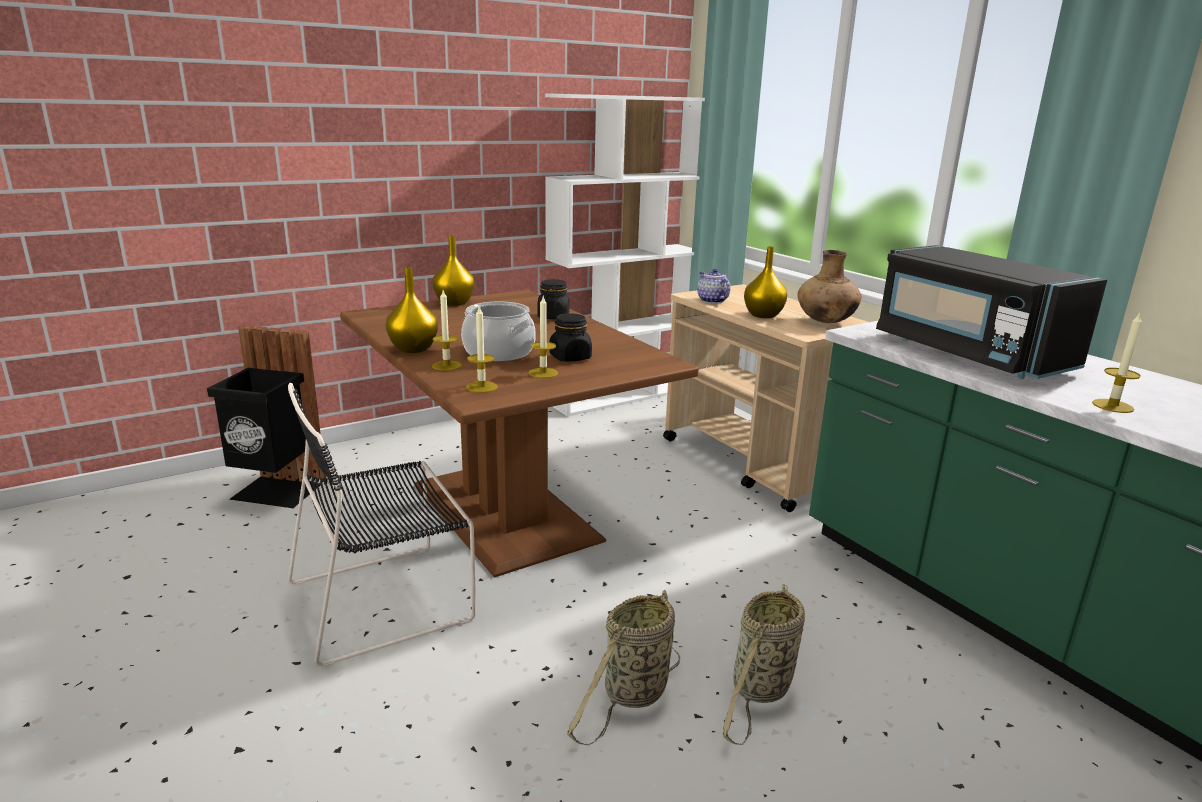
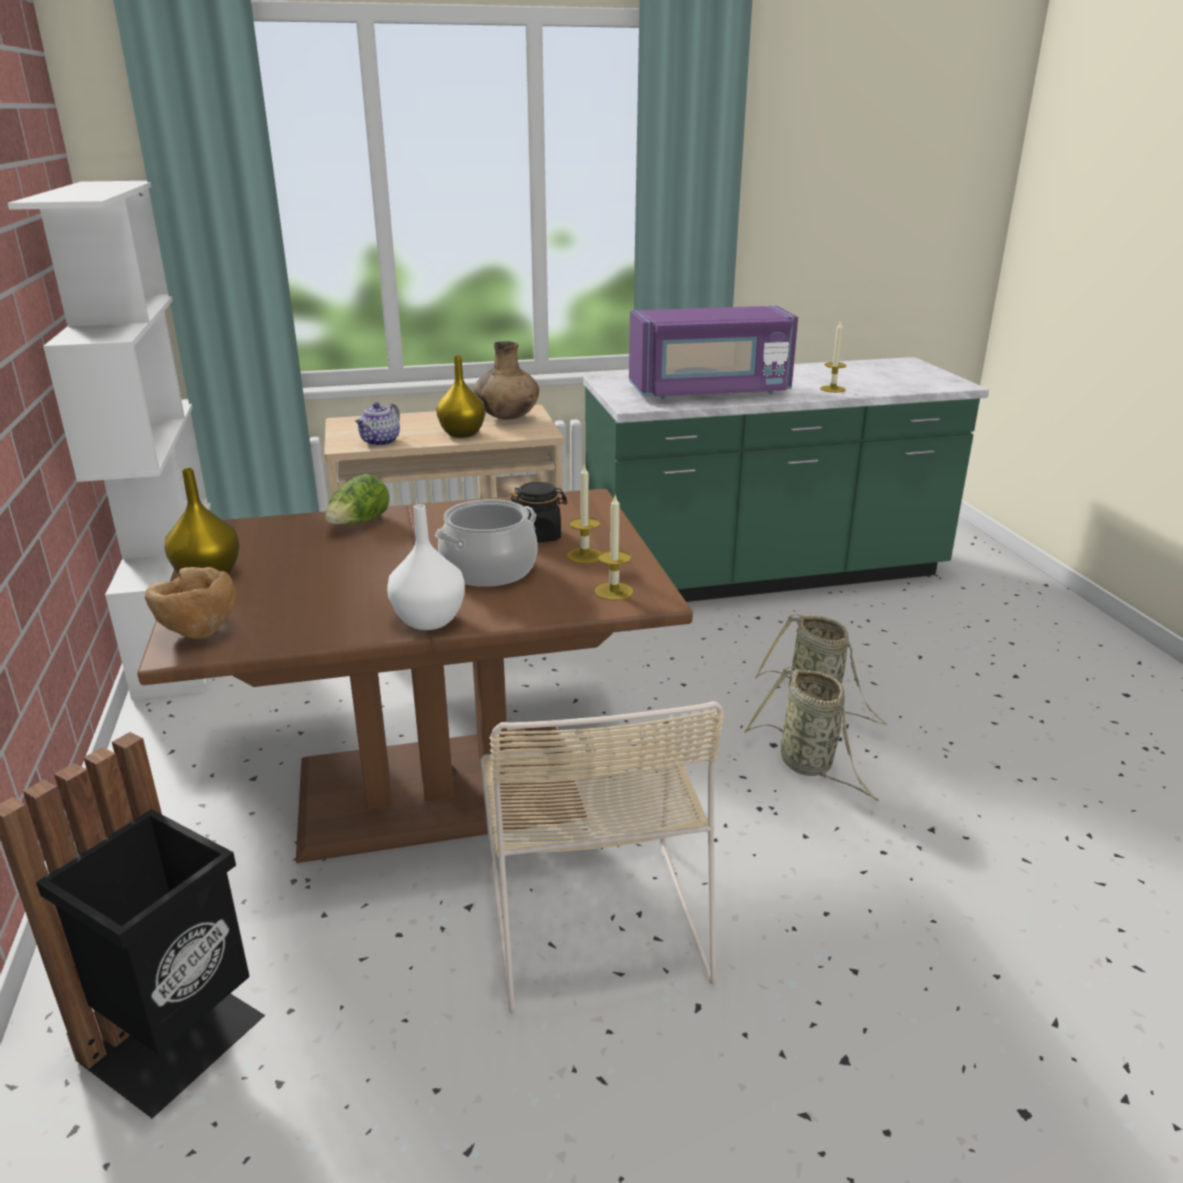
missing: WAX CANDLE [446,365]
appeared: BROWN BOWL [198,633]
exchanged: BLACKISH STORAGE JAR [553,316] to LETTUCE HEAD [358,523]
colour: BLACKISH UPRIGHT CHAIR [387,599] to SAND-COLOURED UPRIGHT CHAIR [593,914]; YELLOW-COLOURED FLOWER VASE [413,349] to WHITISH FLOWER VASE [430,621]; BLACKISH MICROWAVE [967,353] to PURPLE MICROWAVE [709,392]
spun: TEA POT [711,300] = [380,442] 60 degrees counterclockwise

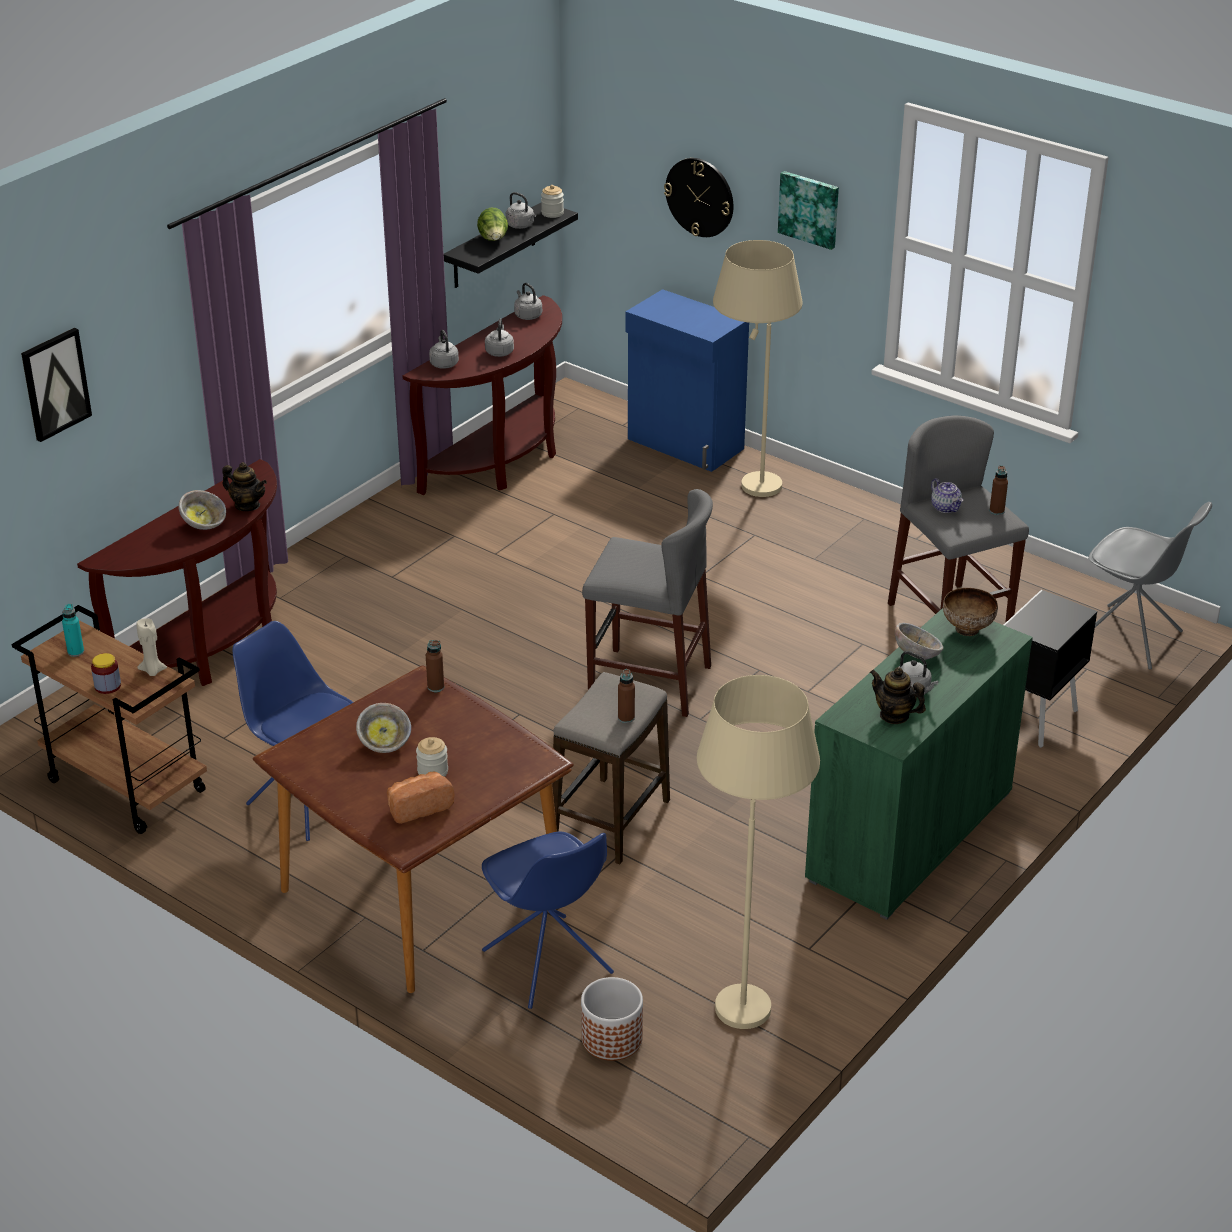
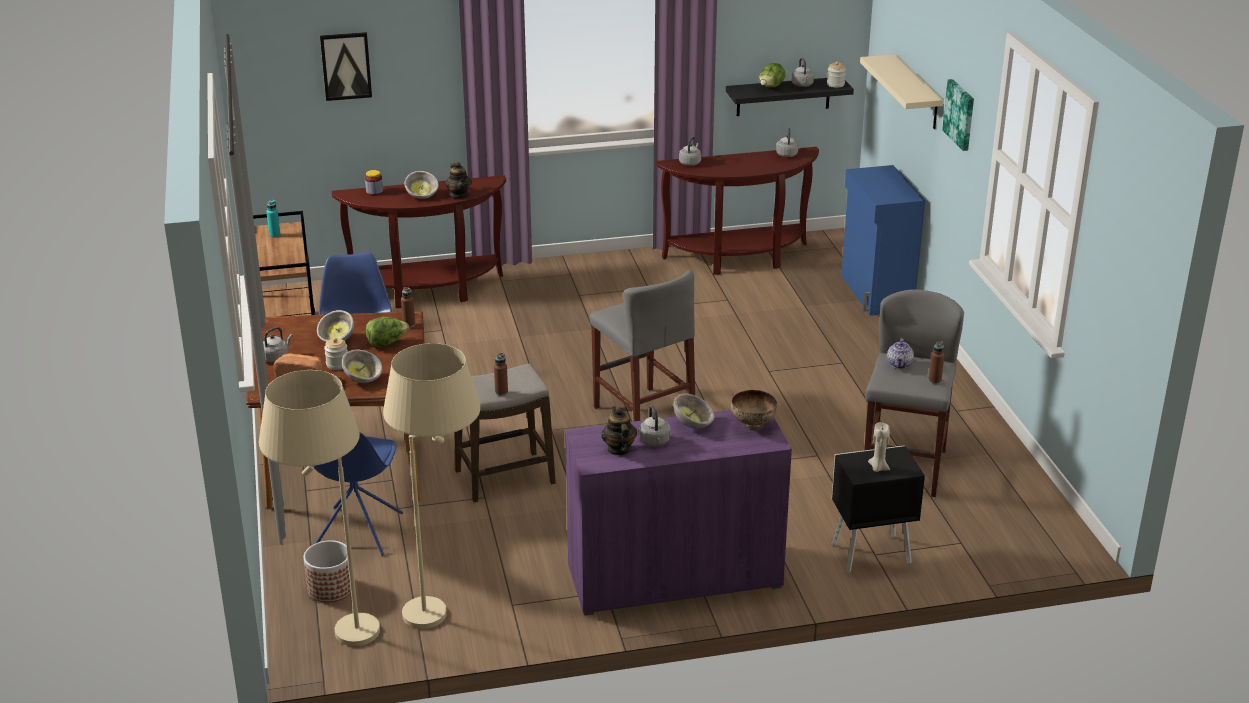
missing: GREYISH UPRIGHT CHAIR [1131,638]
appeared: BOWL [363,379]; LETTUCE HEAD [387,343]
relocated: STORAGE JAR [108,686] to [374,192]; SAND-COLOURED WAX CANDLE [152,671] to [878,468]; GREYISH KETTLE [499,351] to [276,357]; SAND-COLOURED STANDARD LAMP [749,496] to [332,636]
exchanged: WALL CLOCK [700,197] to SAND-COLOURED BRACKET SHELF [917,93]
colour: GREEN STORAGE CABINET [909,835] to PURPLE STORAGE CABINET [674,577]

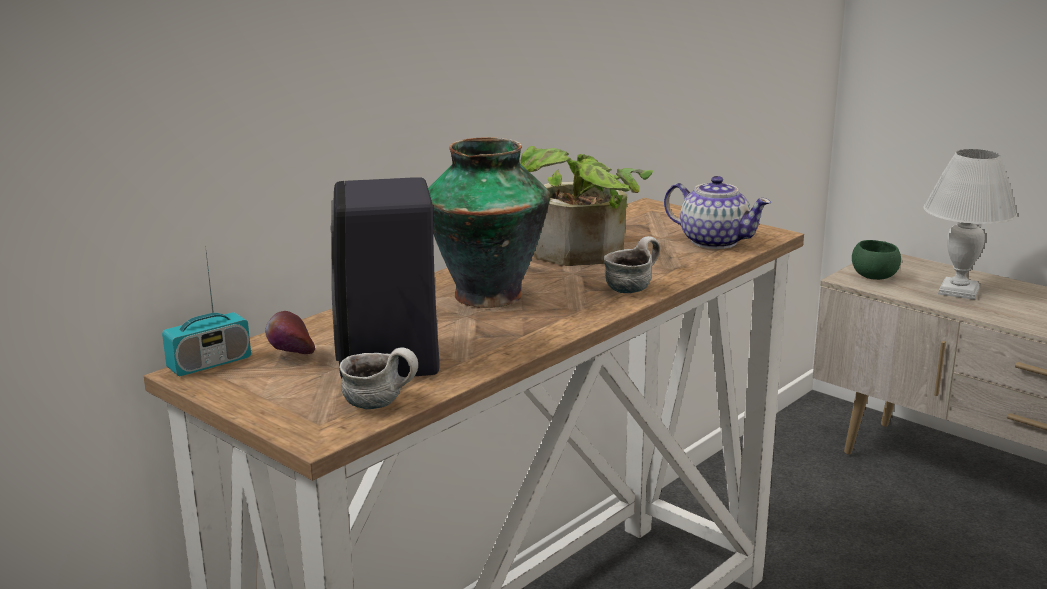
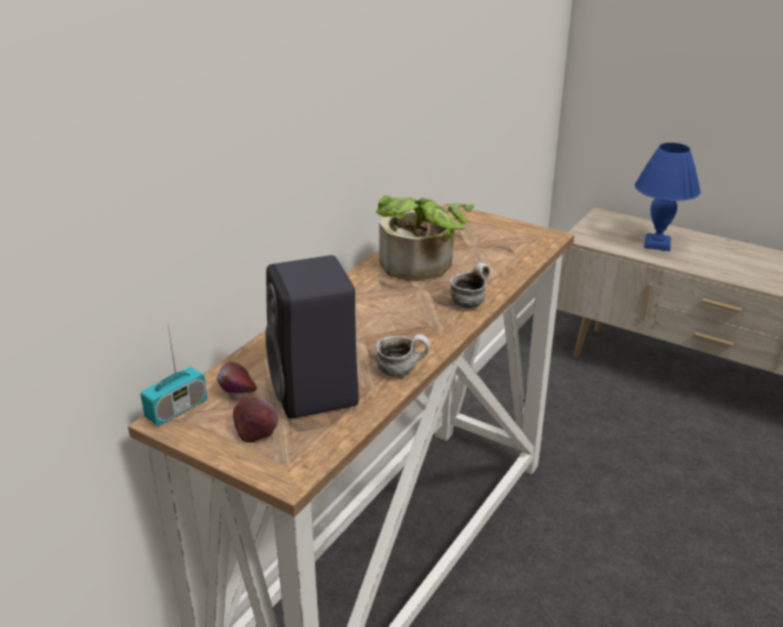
missing: FLOWER VASE [486,294]; TEA POT [713,241]; GREEN BOWL [874,277]
appeared: WHOLE APPLE [257,433]
relocated: TEA MUG [381,404] to [402,370]
colour: WHITISH TABLETOP LAMP [959,291] to BLUISH TABLETOP LAMP [658,244]

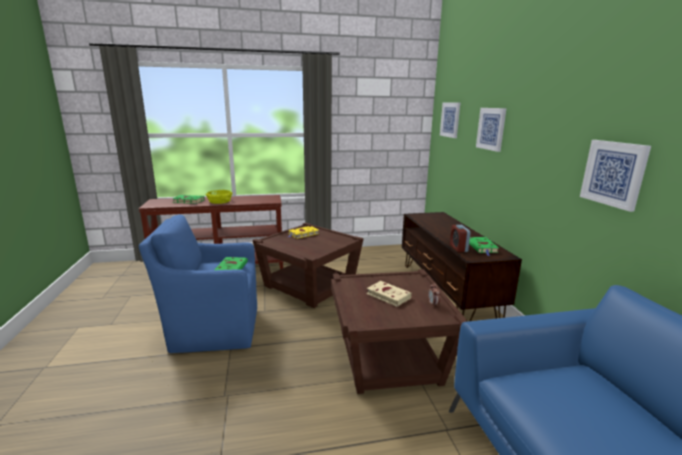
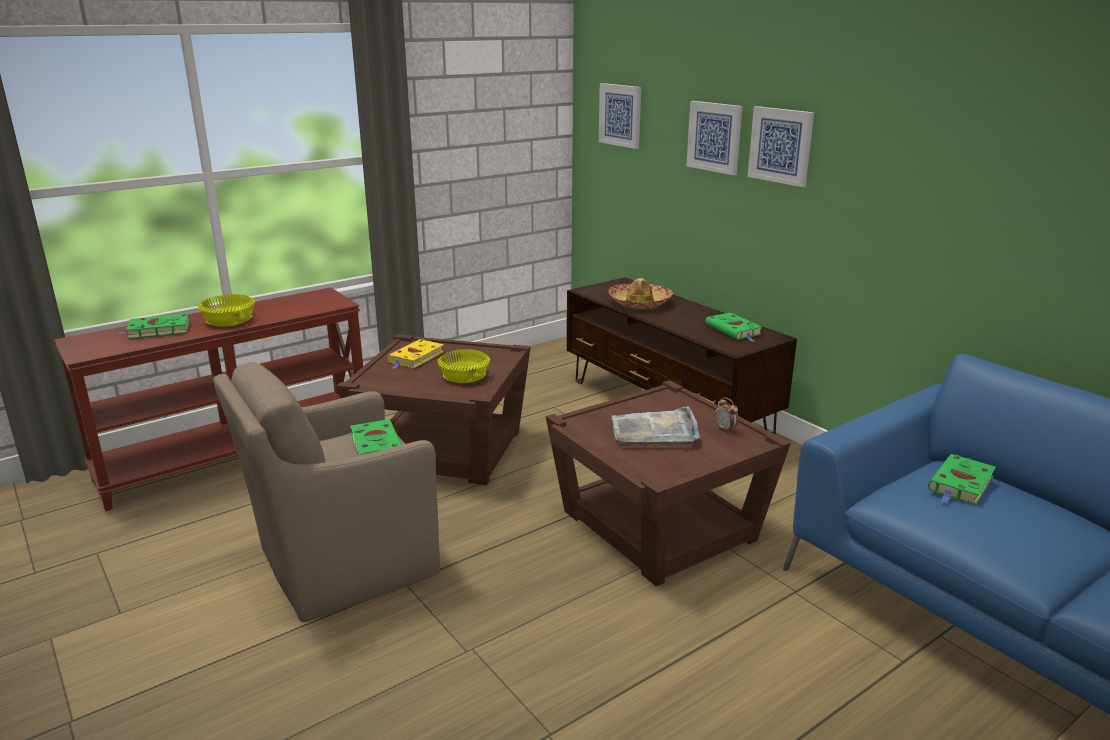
missing: TABLE CLOCK [458,248]
appeared: YELLOW-COLOURED BOWL [465,375]; CLOTHING HAT [640,303]; GREEN VOLUME [961,484]
relocated: WALL ART [613,173] to [781,145]
exchanged: SAND-COLOURED VOLUME [387,295] to GREYISH SERVING TRAY [654,431]
colour: BLUISH EASY CHAIR [213,329] to BROWN EASY CHAIR [342,564]

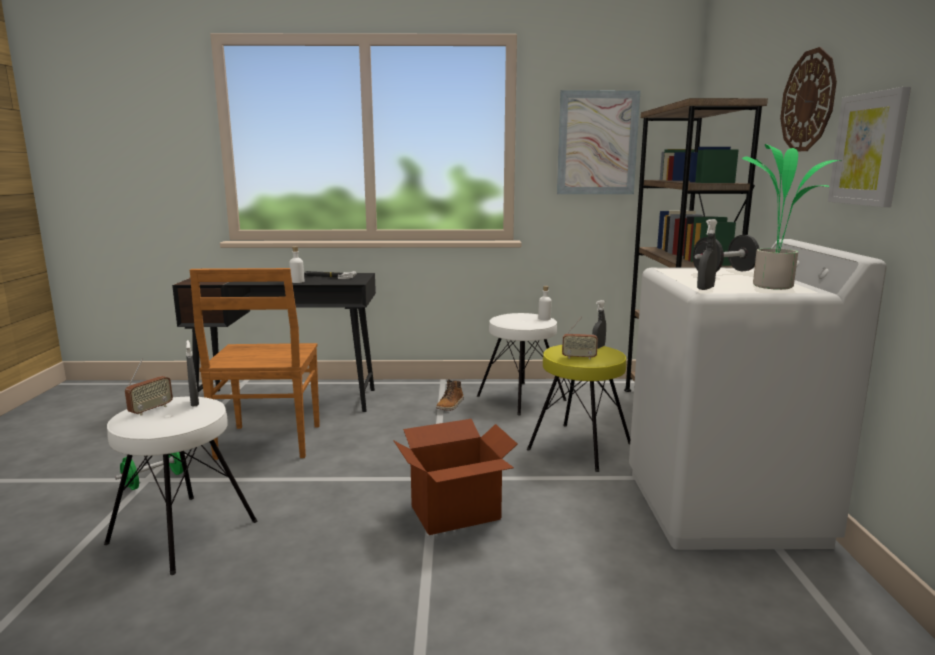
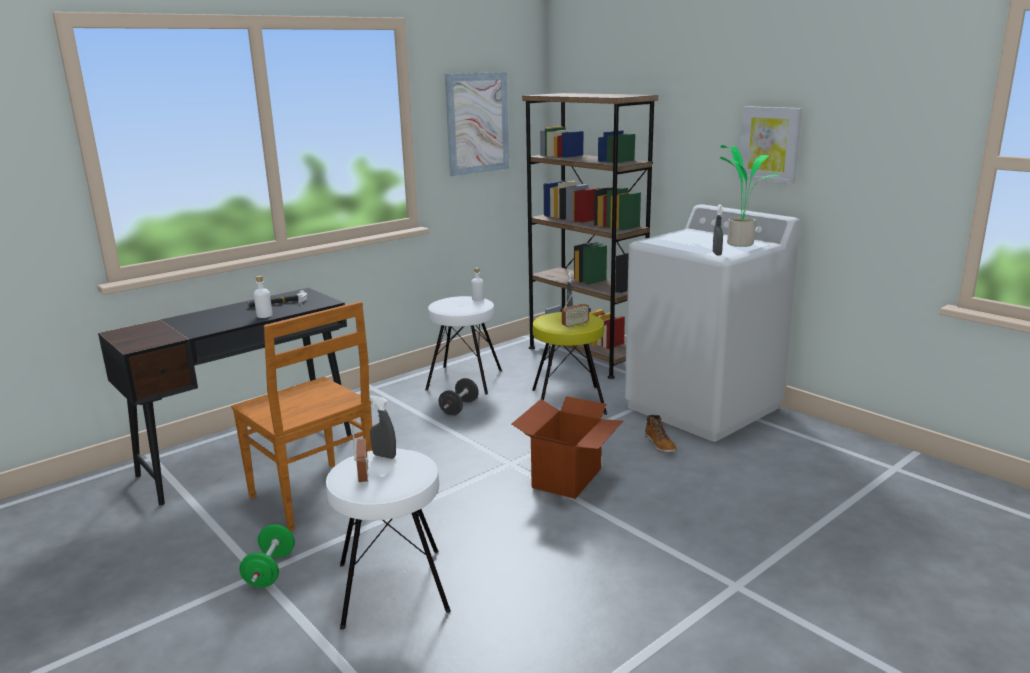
missing: WALL CLOCK [808,101]
relocated: TALL BOOT [450,405] to [660,445]; BLACKISH DUMBBELL [724,272] to [459,408]

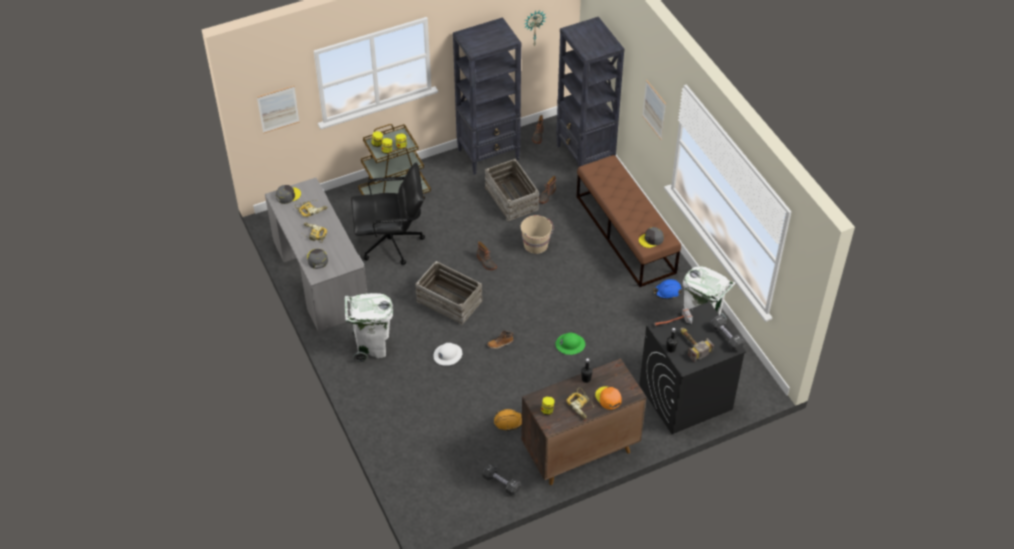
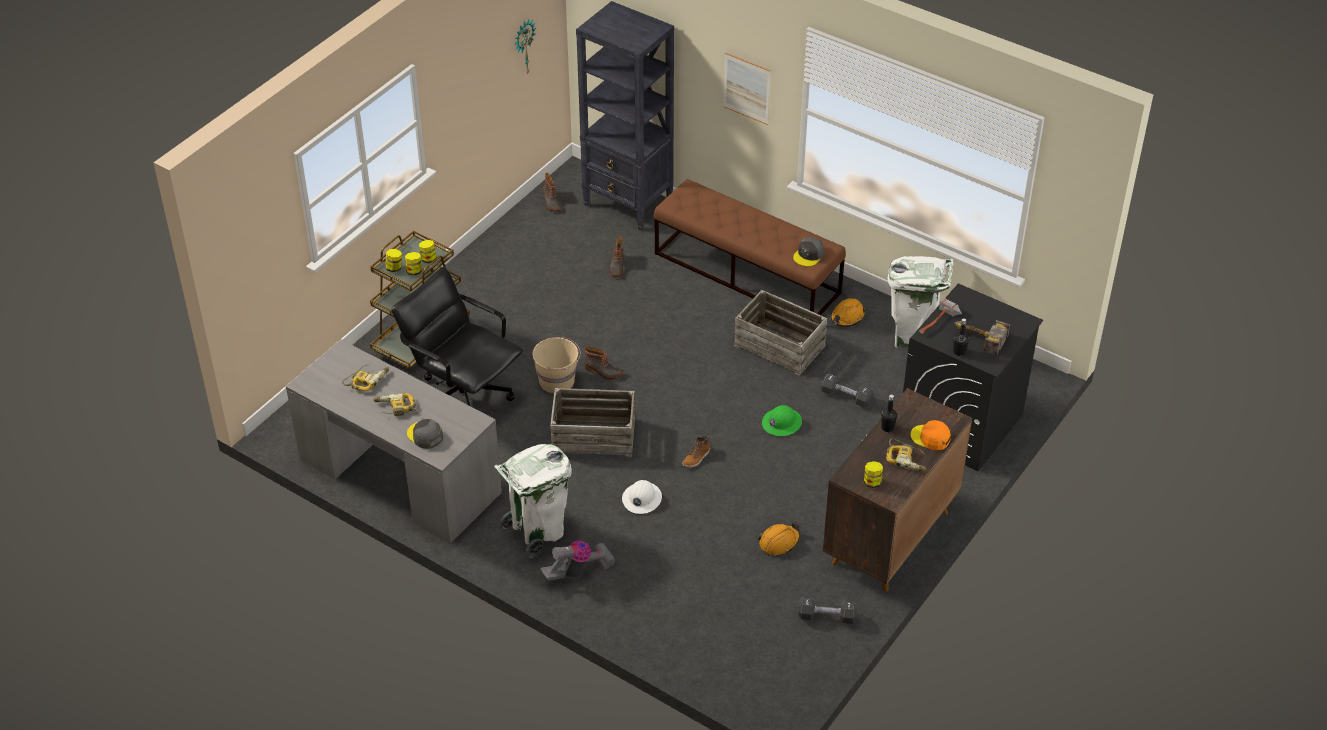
missing: WALL ART [278,109]; GREYISH PEAKED CAP [288,195]; BLACKISH SHELVING UNIT [489,154]
appeared: VACUUM CLEANER [578,571]
relocated: SHIPPING CRATE [512,198] to [780,345]; SAND-COLOURED BUCKET [536,244] to [557,381]; BLACKISH DUMBBELL [726,337] to [846,397]
colour: BLUISH SAFETY HELMET [667,291] to ORANGE SAFETY HELMET [847,317]
spun: BLACKISH COMPUTER CHAIR [391,243] = [463,397] 105 degrees counterclockwise

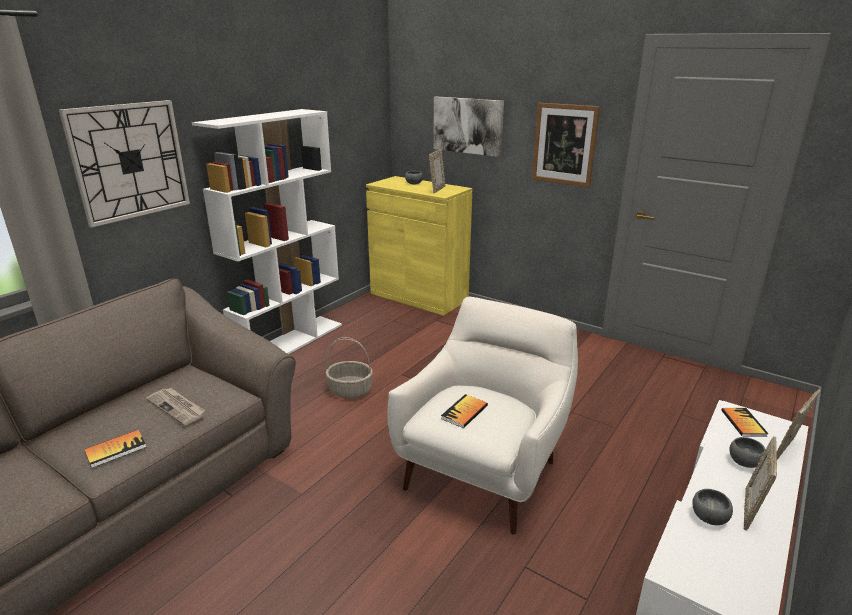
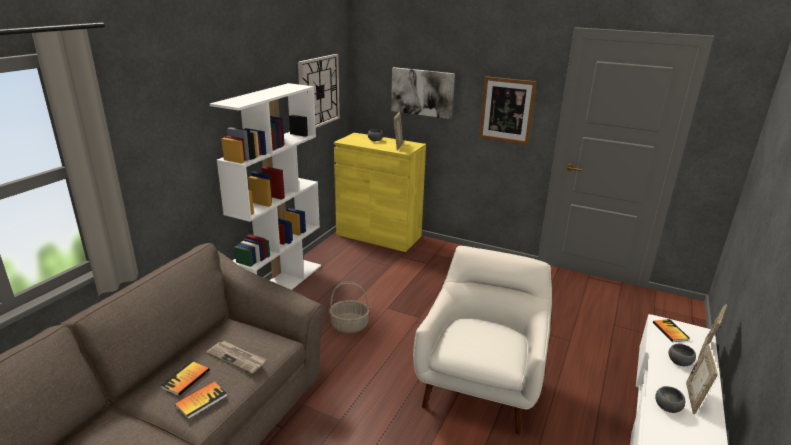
relocated: WALL CLOCK [130,161] to [319,92]; VOLUME [464,412] to [185,379]

